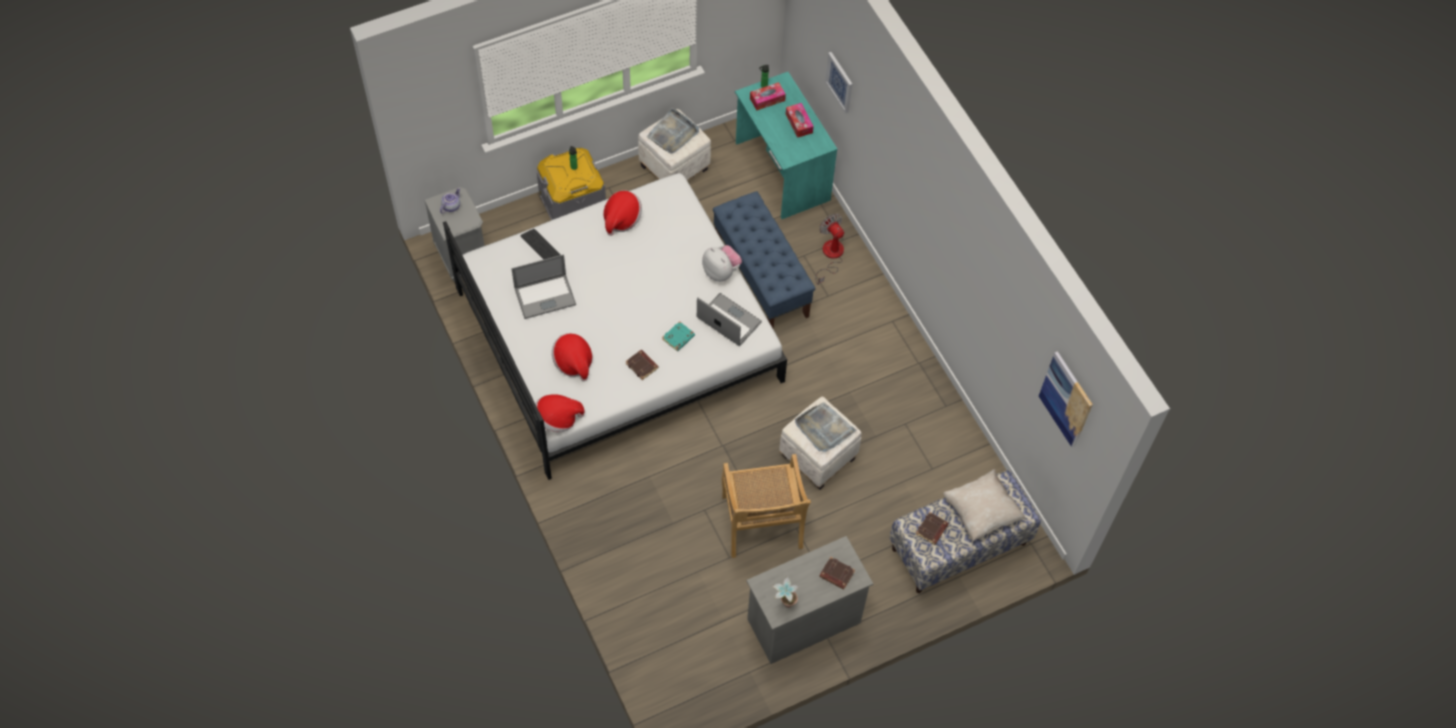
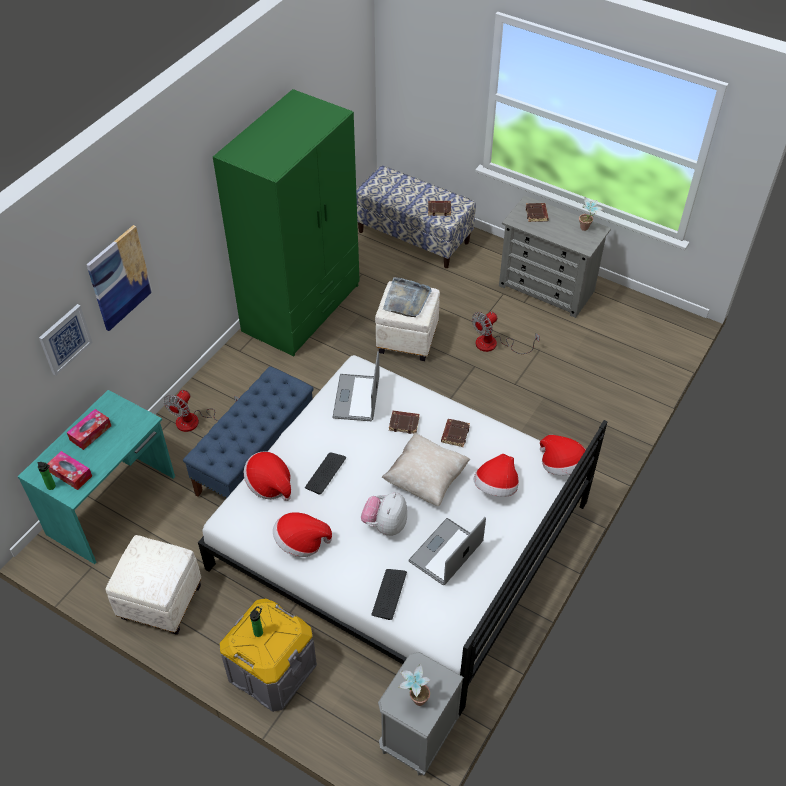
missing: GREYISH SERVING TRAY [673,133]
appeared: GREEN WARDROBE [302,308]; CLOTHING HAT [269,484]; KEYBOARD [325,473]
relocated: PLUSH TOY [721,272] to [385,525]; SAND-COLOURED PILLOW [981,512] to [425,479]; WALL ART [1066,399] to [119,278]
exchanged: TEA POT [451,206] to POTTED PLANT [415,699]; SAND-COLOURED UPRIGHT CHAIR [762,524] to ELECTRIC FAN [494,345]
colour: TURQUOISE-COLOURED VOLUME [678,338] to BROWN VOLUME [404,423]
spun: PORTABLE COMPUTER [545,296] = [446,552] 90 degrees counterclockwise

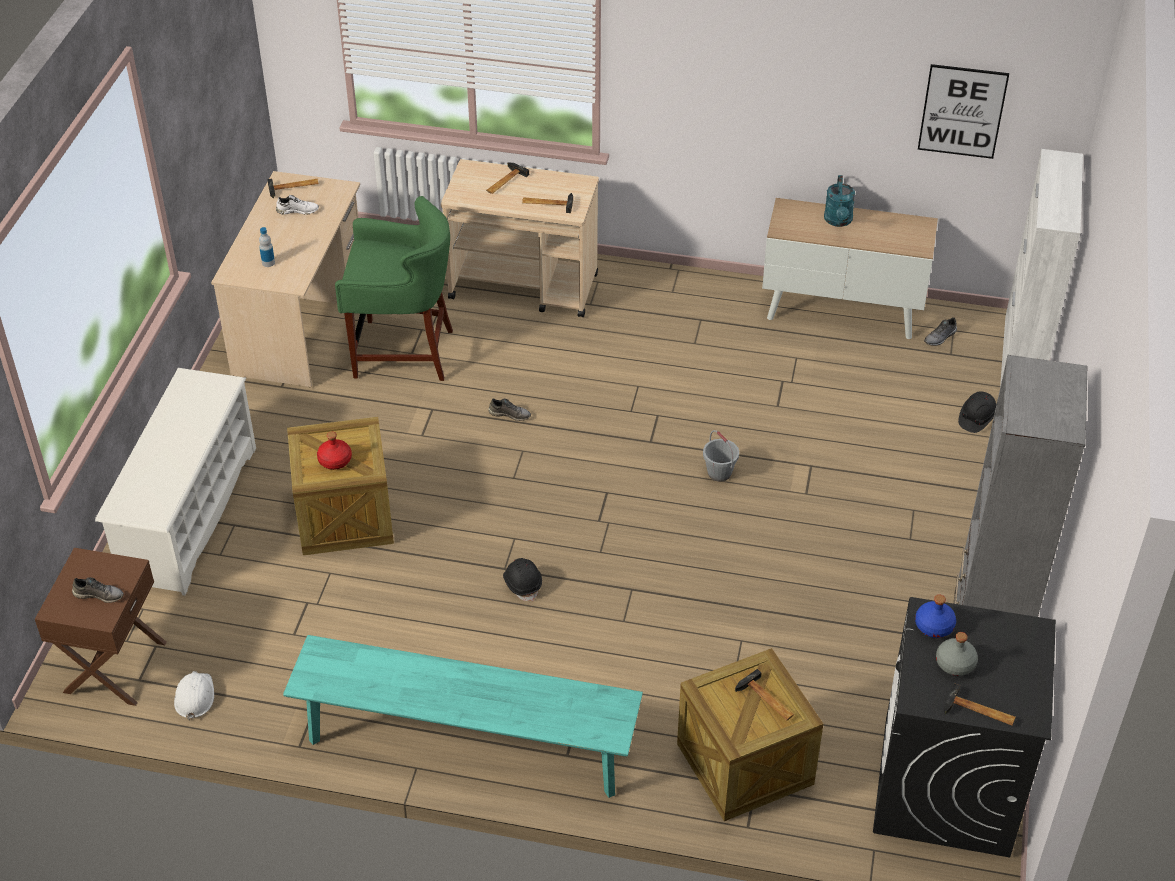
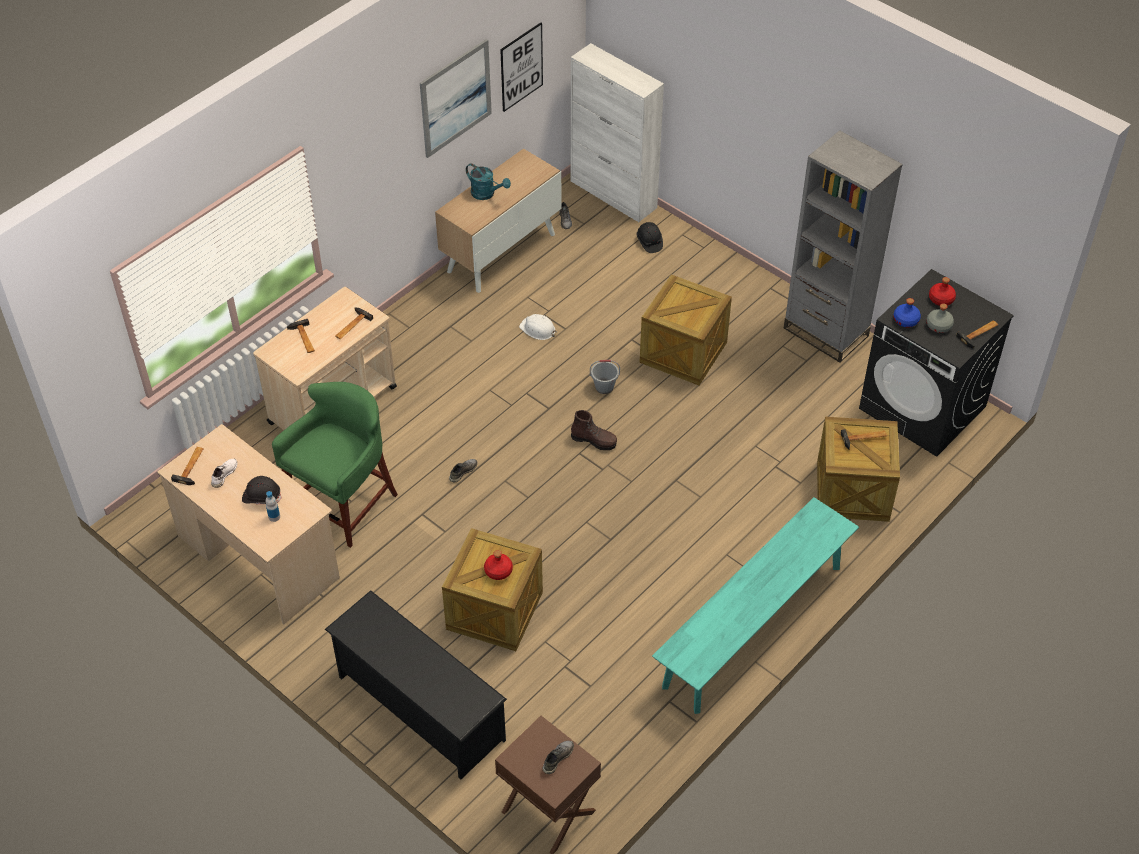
appeared: WALL ART [455,98]; BROWN TALL BOOT [594,440]; SHIPPING CRATE [683,352]; RED-COLOURED DRINK BOTTLE [941,299]
relocated: WHITISH SAFETY HELMET [194,697] to [538,329]; BLACKISH SAFETY HELMET [522,584] to [261,497]
colour: WHITISH SHOE RACK [189,513] to BLACKISH SHOE RACK [419,708]

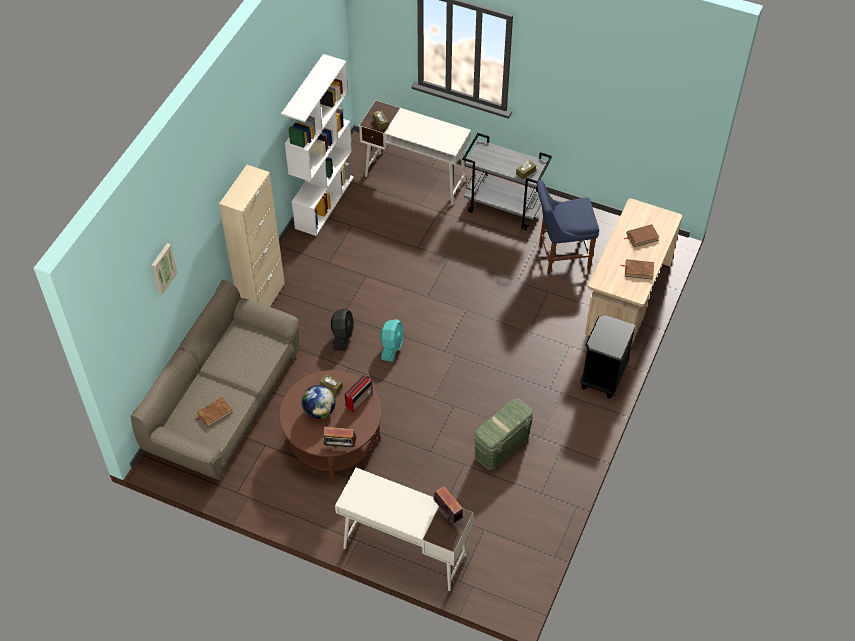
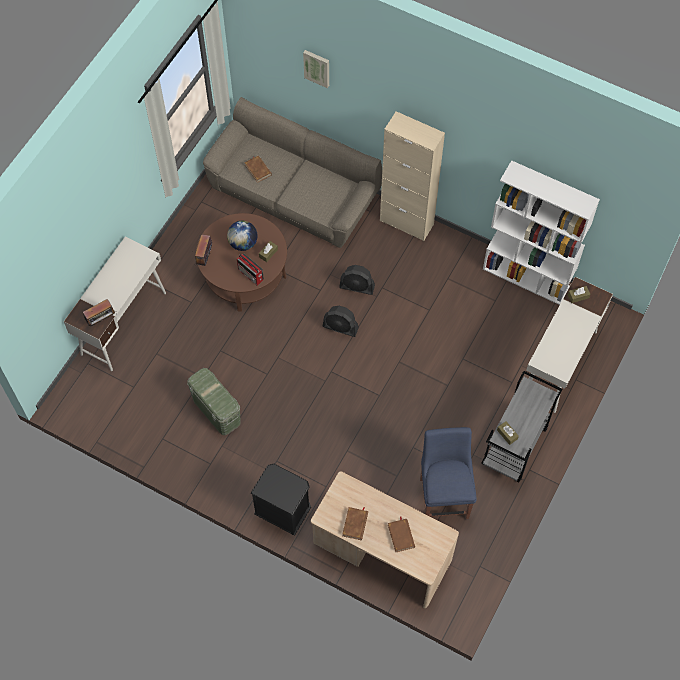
colour: TURQUOISE-COLOURED ELECTRIC FAN [392,347] to BLACKISH ELECTRIC FAN [340,327]

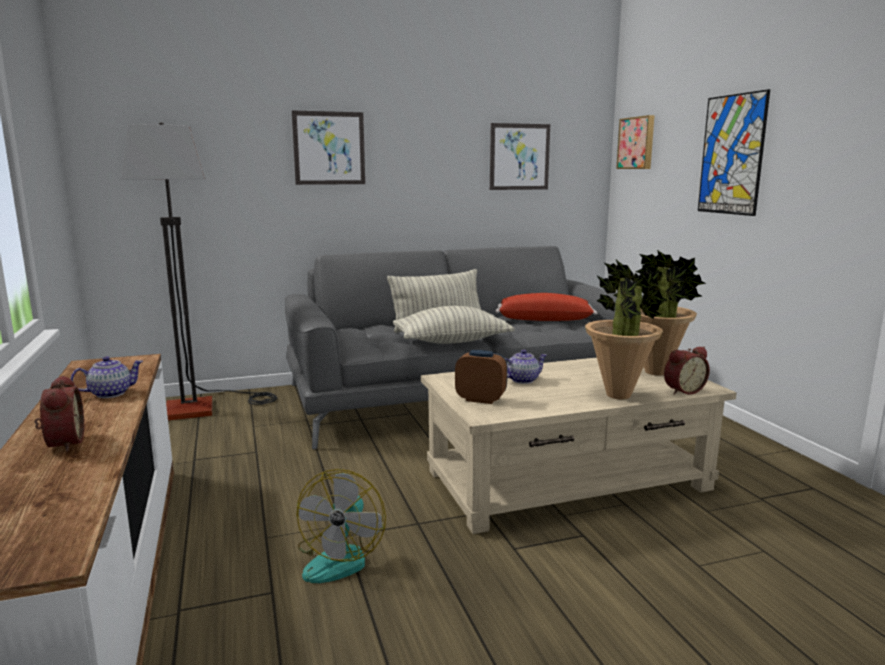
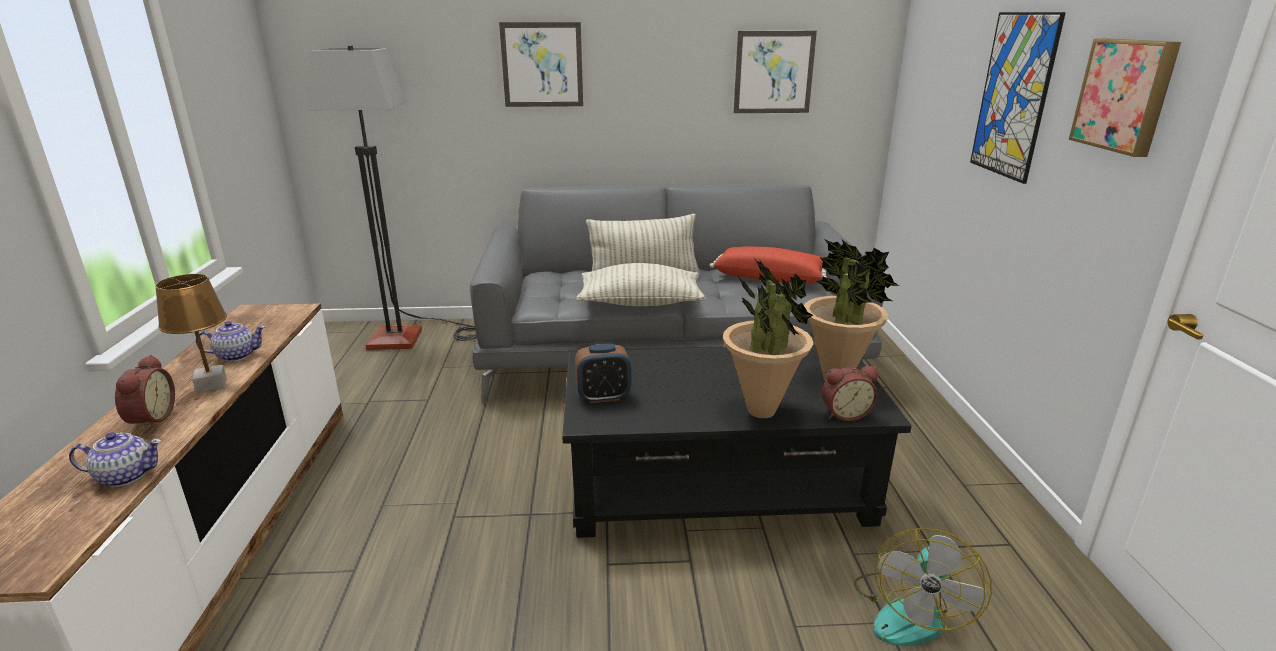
appeared: BROWN TABLETOP LAMP [211,385]
relocated: ELECTRIC FAN [340,558] to [909,611]; TEA POT [522,380] to [125,476]; WALL ART [637,143] to [1125,95]
colour: SAND-COLOURED LOUNGE TABLE [568,480] to BLACKISH LOUNGE TABLE [718,484]
spun: TABLE CLOCK [481,399] = [603,397] 135 degrees clockwise

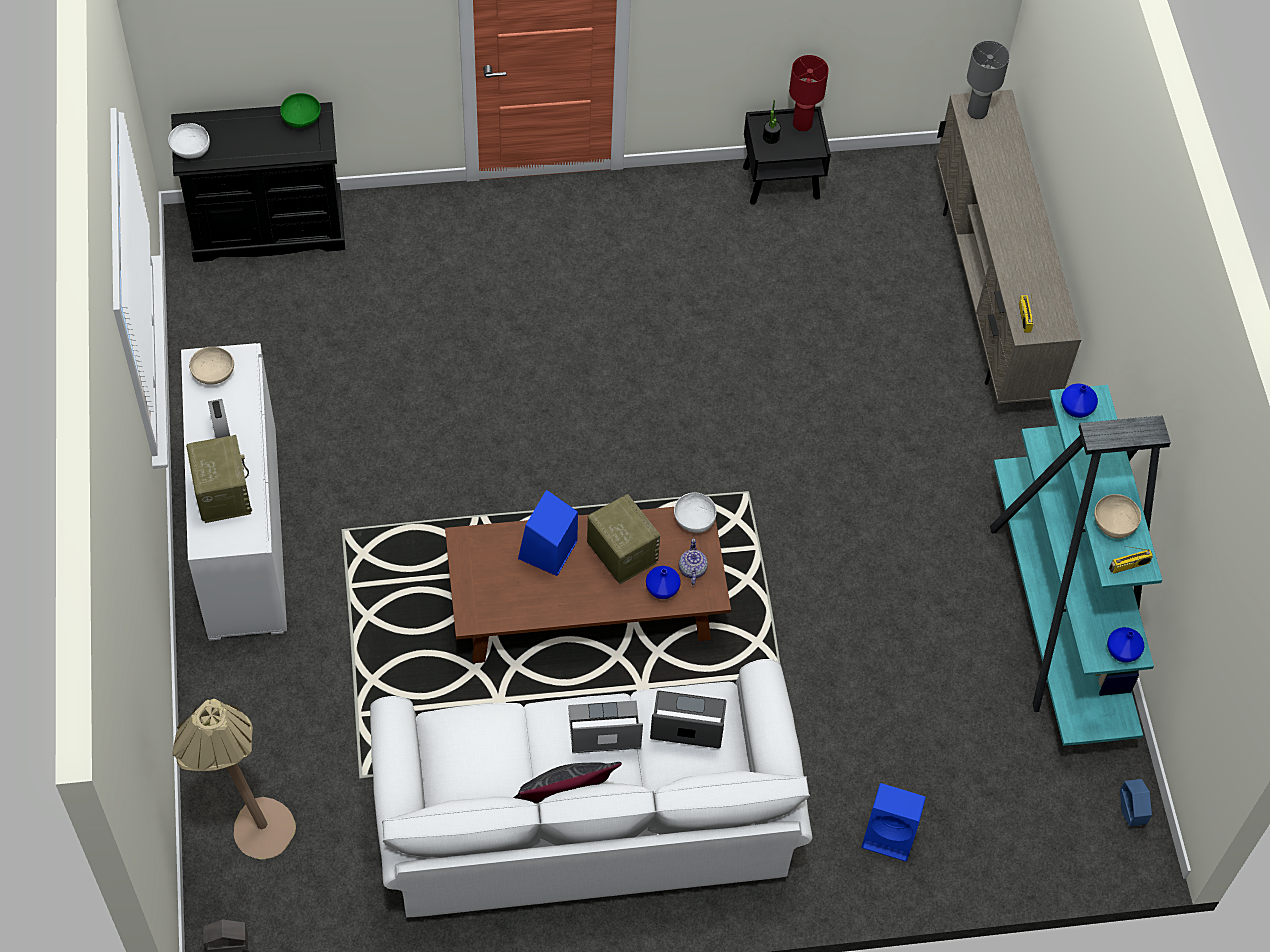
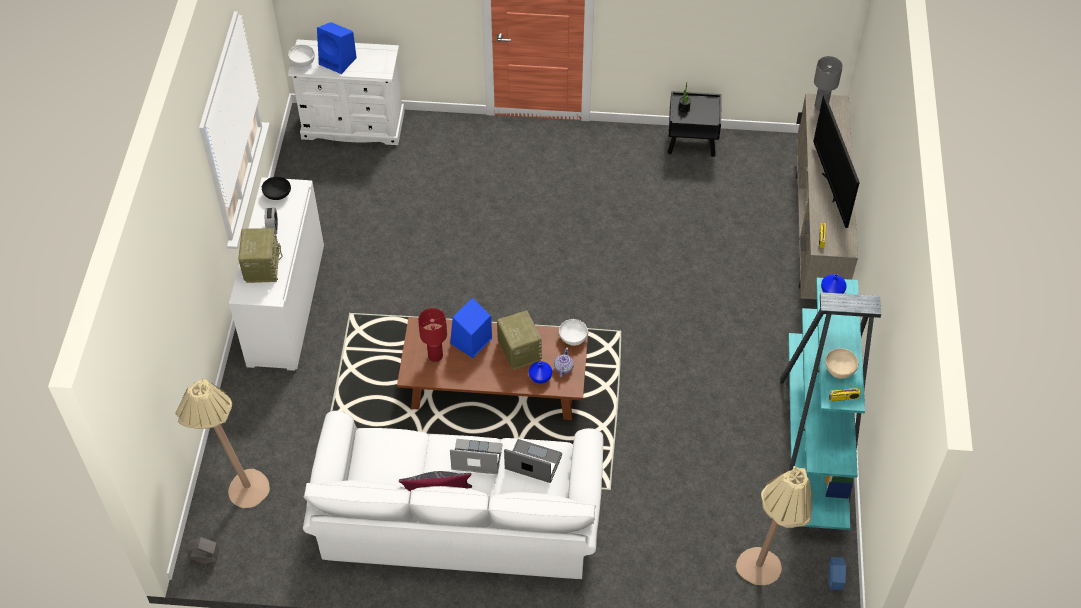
missing: GREEN BOWL [301,119]; BLUISH FLOWER VASE [1122,650]
appeared: SAND-COLOURED STANDARD LAMP [763,576]; TV SET [831,187]
relocated: RED-COLOURED TABLETOP LAMP [802,123] to [435,355]; BLUISH SPEAKER [891,834] to [338,61]
colour: BLACKISH DRAWER CHEST [268,227] to WHITISH DRAWER CHEST [353,125]; SAND-COLOURED BOWL [213,374] to BLACKISH BOWL [277,194]

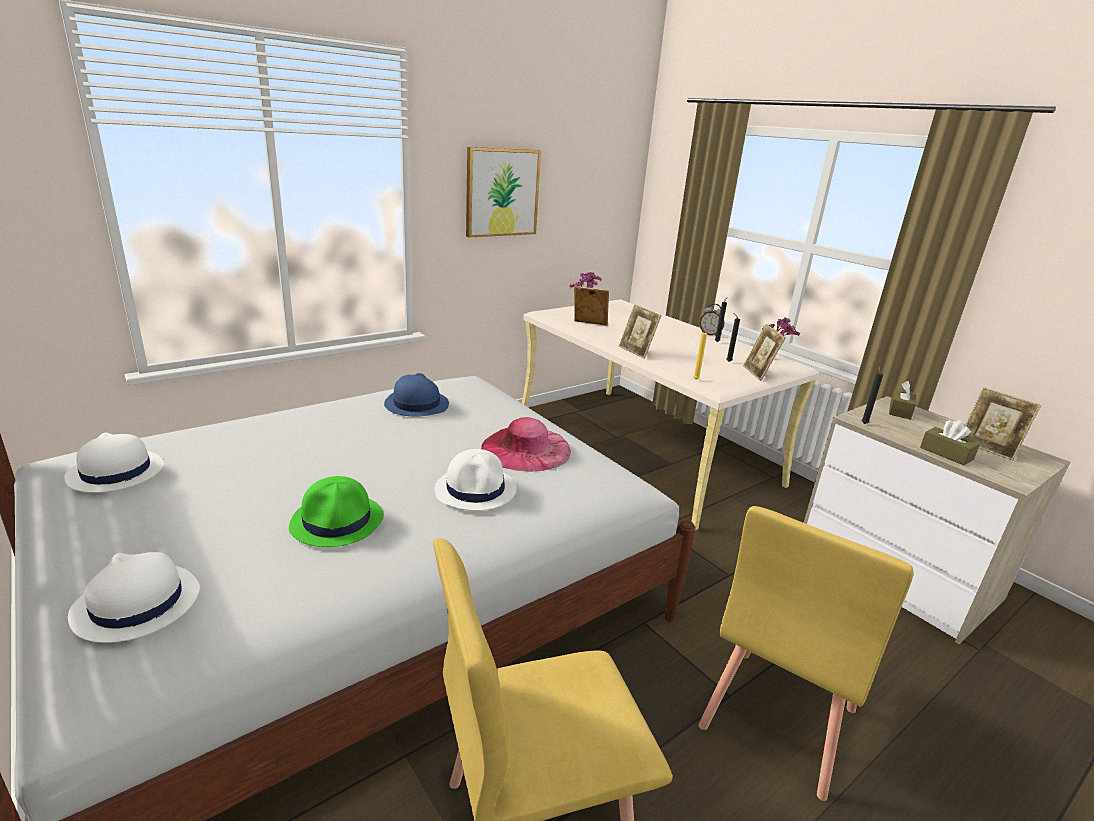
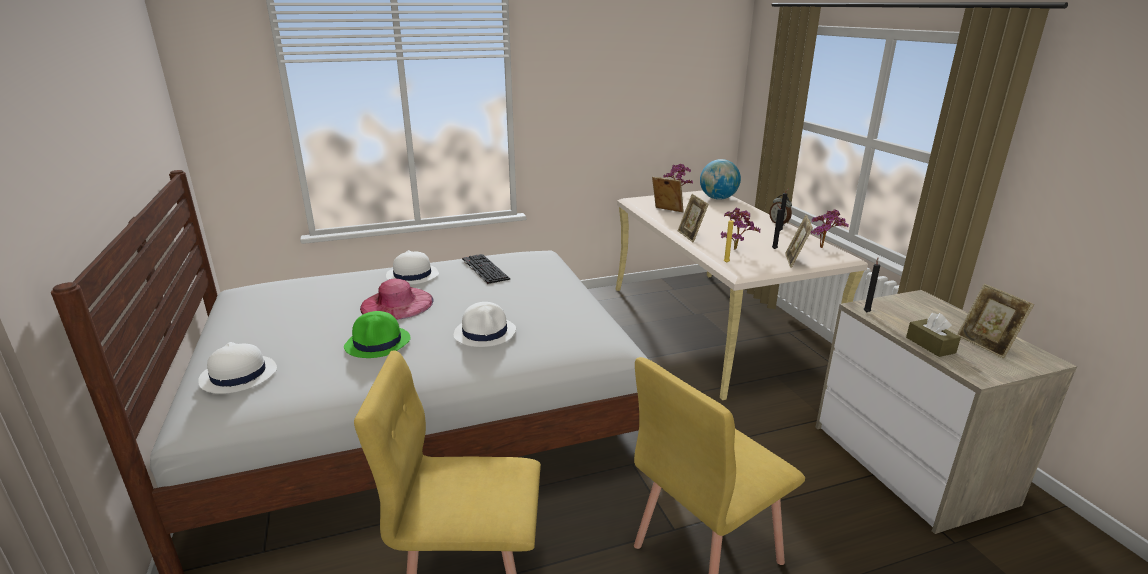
missing: WALL ART [502,192]; BROWN TISSUE HOLDER [900,410]
appeared: WORLD GLOBE [718,198]; POTTED PLANT [735,248]
relocated: WHITISH CLOTHING HAT [115,472] to [412,275]; PINK CLOTHING HAT [526,449] to [397,304]
exchanged: BLUISH CLOTHING HAT [416,404] to KEYBOARD [484,269]

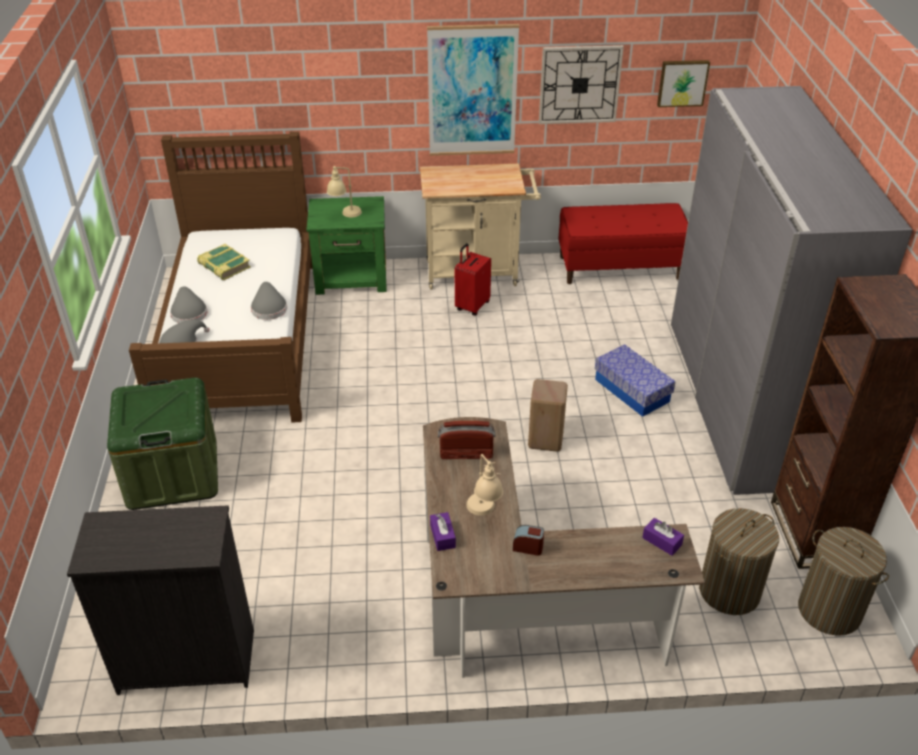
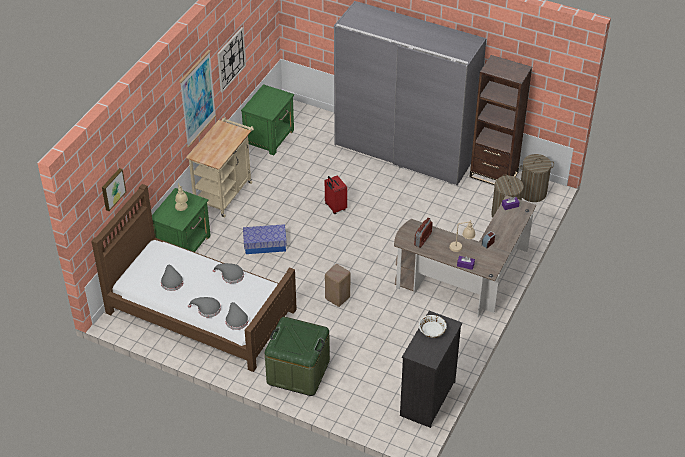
appeared: WHITISH BOWL [432,330]
relocated: RED-COLOURED SUITCASE [471,306] to [335,207]; SAND-COLOURED STOOL [546,439] to [337,297]; STORAGE CONTAINER [632,390] to [265,245]; WALL ART [682,82] to [112,189]
exchanged: VOLUME [224,266] to GREYISH CLOTHING HAT [171,281]; RED-COLOURED BENCH [619,267] to GREEN BEDSIDE TABLE [270,137]

